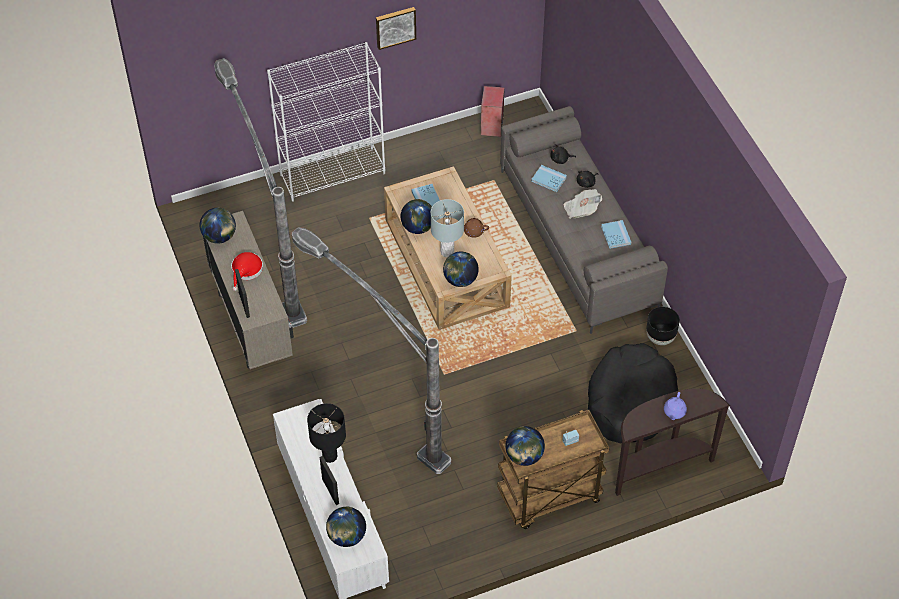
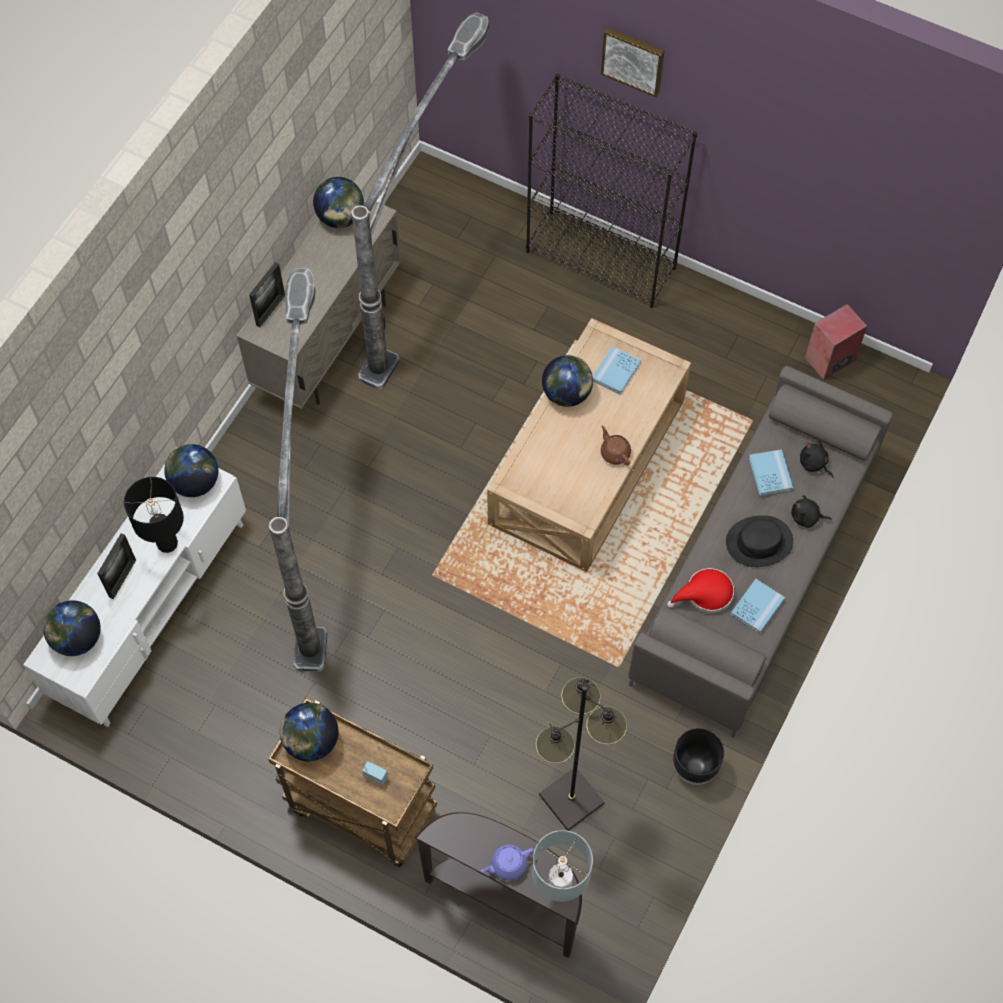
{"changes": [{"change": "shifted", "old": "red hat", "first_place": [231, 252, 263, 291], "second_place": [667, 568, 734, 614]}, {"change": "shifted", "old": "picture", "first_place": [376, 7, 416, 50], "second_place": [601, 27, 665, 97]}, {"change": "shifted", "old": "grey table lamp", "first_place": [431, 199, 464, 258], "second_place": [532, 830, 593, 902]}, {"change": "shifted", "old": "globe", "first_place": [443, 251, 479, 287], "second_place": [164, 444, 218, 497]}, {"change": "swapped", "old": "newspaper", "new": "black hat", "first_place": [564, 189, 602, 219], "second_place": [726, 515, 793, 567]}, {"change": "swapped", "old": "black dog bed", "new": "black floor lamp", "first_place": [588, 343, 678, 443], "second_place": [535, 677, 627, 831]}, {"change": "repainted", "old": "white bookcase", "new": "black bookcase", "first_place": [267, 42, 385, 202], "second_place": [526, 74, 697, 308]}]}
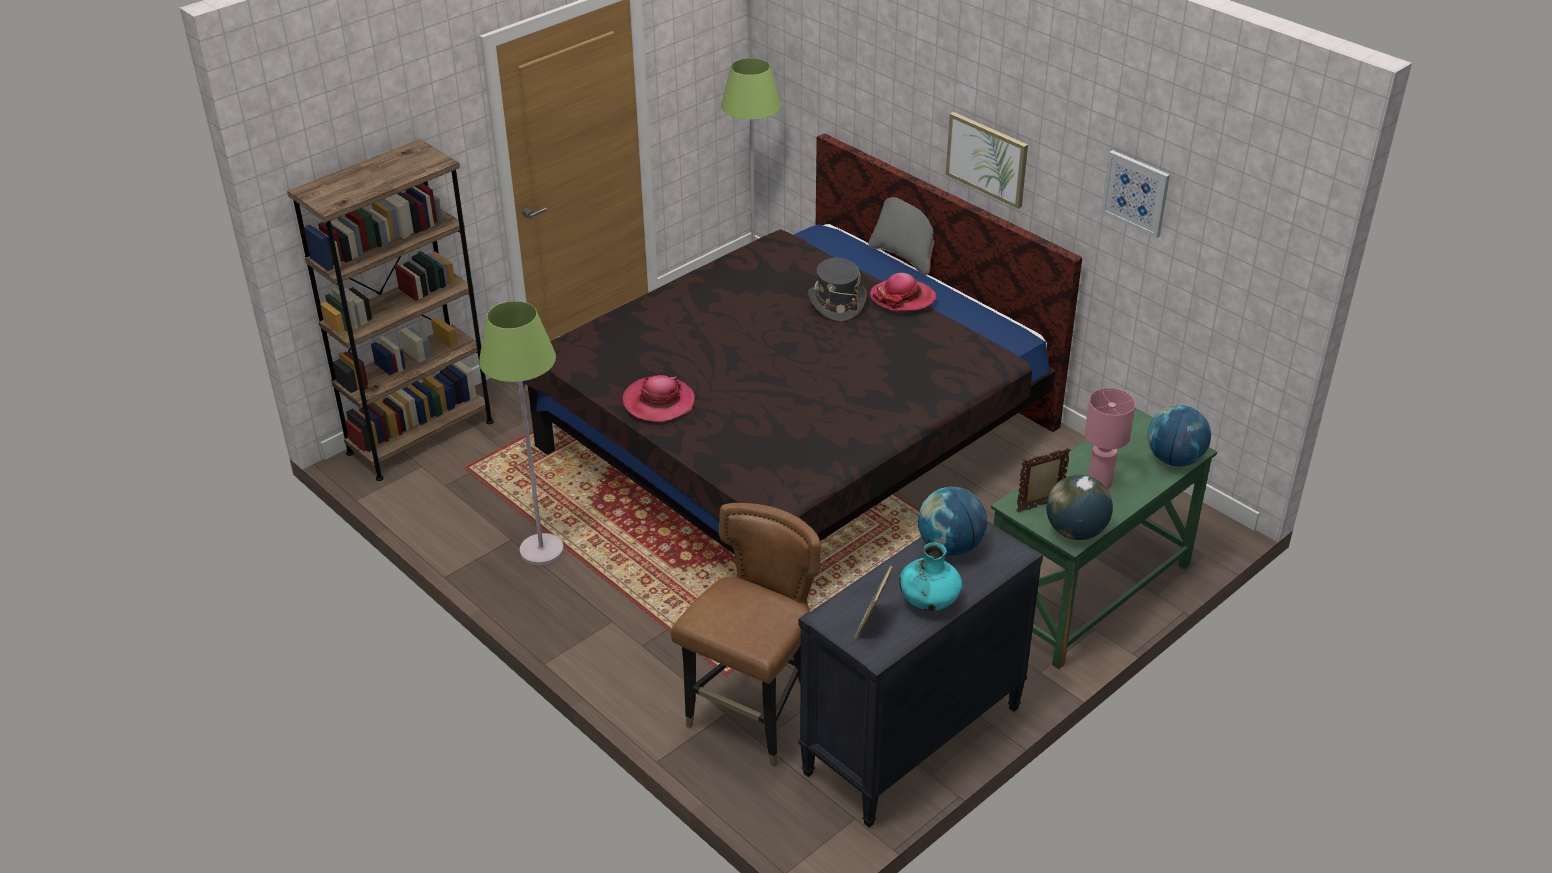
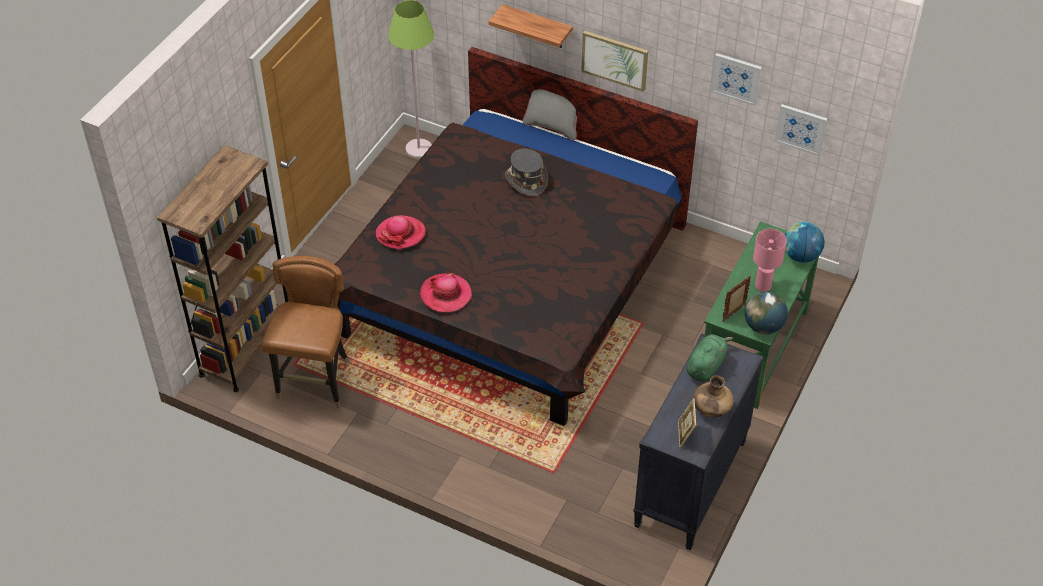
{"changes": [{"change": "gone", "old": "green floor lamp", "first_place": [479, 301, 564, 565]}, {"change": "new", "new": "shelf", "second_place": [489, 4, 573, 48]}, {"change": "new", "new": "picture", "second_place": [775, 104, 828, 156]}, {"change": "shifted", "old": "brown chair", "first_place": [671, 503, 821, 767], "second_place": [261, 256, 349, 408]}, {"change": "shifted", "old": "hat", "first_place": [869, 273, 936, 312], "second_place": [375, 215, 426, 250]}, {"change": "swapped", "old": "globe", "new": "green plush toy", "first_place": [918, 487, 987, 556], "second_place": [686, 335, 733, 382]}, {"change": "repainted", "old": "turquoise vase", "new": "brown vase", "first_place": [899, 542, 962, 611], "second_place": [693, 375, 734, 418]}]}
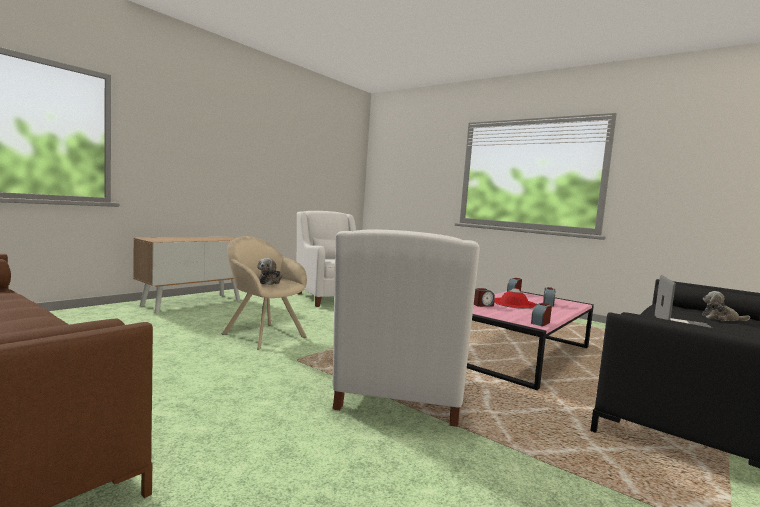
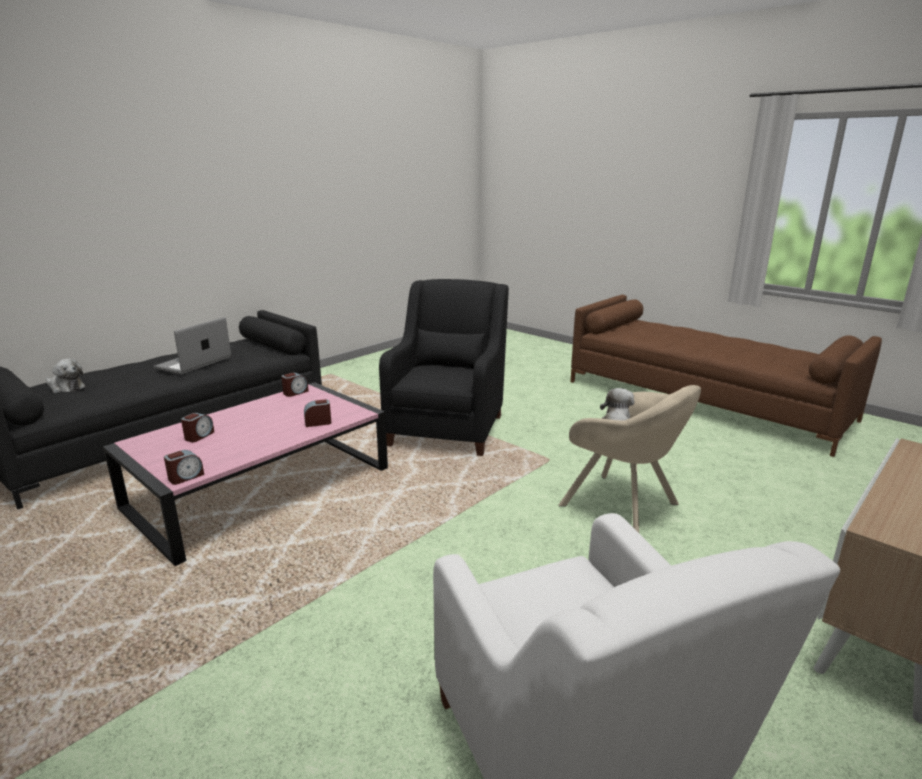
{"changes": [{"change": "gone", "old": "red hat", "first_place": [494, 288, 536, 309]}, {"change": "repainted", "old": "white armchair", "new": "black armchair", "first_place": [333, 229, 480, 427], "second_place": [379, 279, 509, 456]}]}
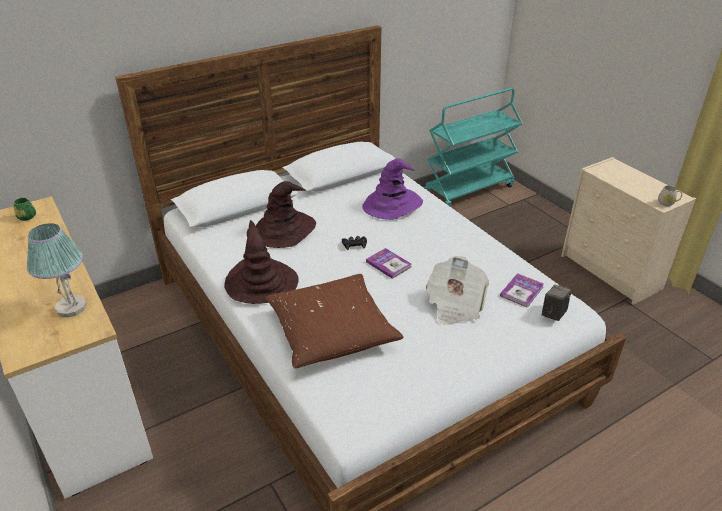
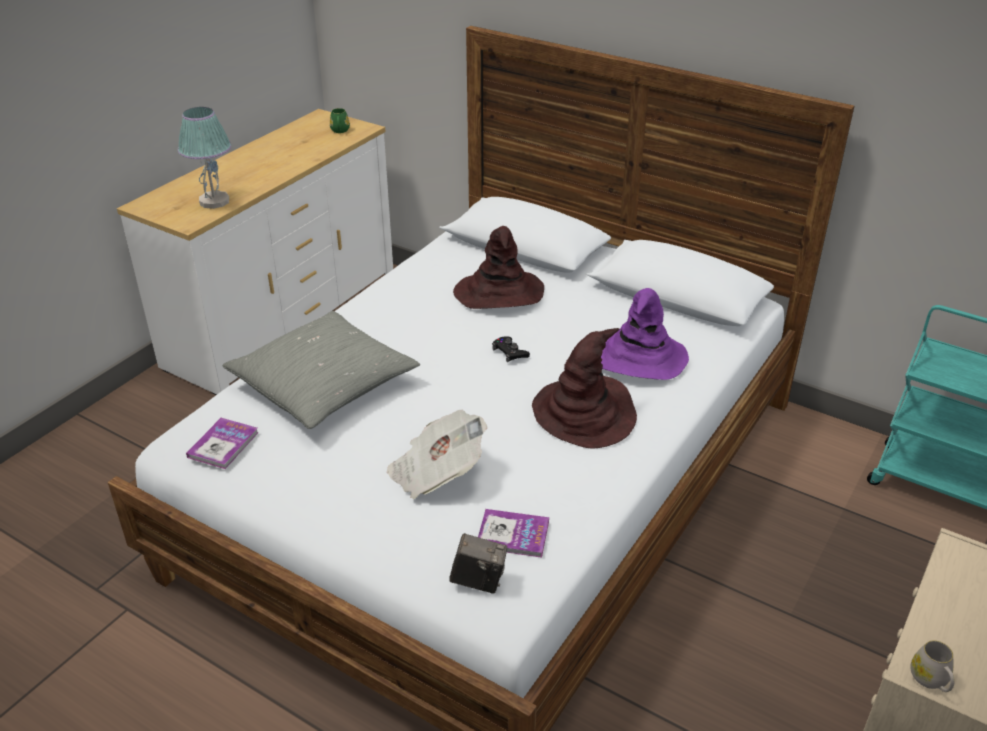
{"changes": [{"change": "shifted", "old": "brown hat", "first_place": [224, 220, 299, 304], "second_place": [532, 328, 637, 448]}, {"change": "shifted", "old": "book", "first_place": [366, 248, 411, 279], "second_place": [186, 418, 259, 469]}, {"change": "repainted", "old": "brown pillow", "new": "grey pillow", "first_place": [265, 274, 404, 368], "second_place": [222, 311, 420, 429]}]}
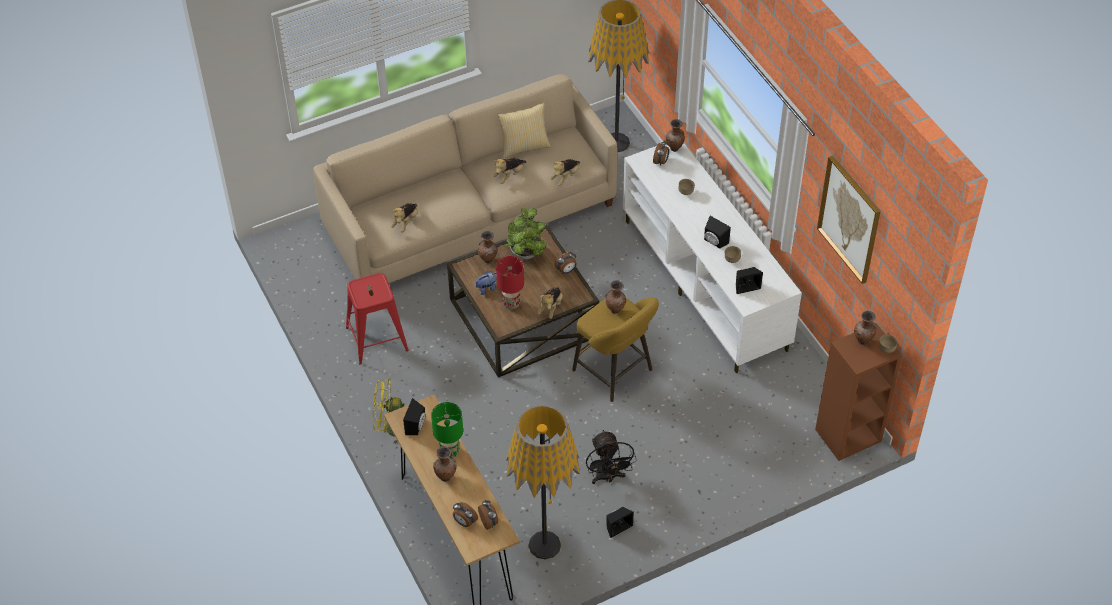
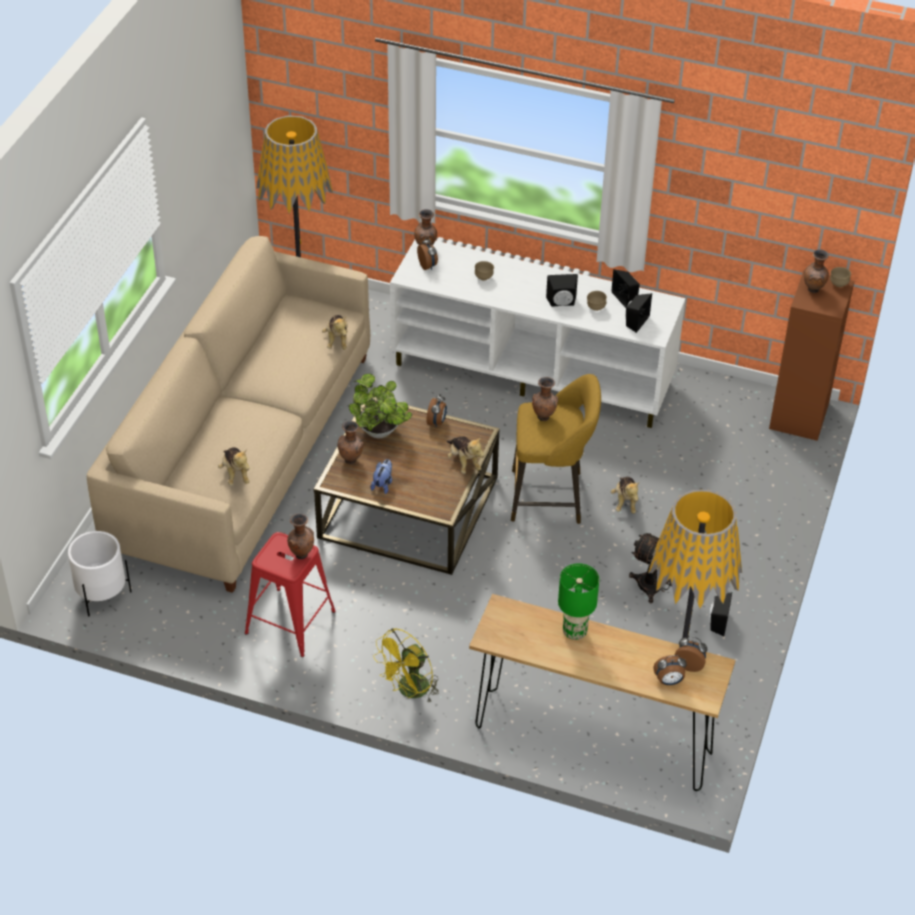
{"changes": [{"change": "gone", "old": "red table lamp", "first_place": [496, 256, 524, 310]}, {"change": "gone", "old": "pillow", "first_place": [497, 102, 551, 158]}, {"change": "gone", "old": "picture", "first_place": [817, 155, 881, 284]}, {"change": "new", "new": "white planter", "second_place": [68, 531, 132, 616]}, {"change": "shifted", "old": "black speaker", "first_place": [403, 398, 426, 435], "second_place": [611, 269, 640, 308]}, {"change": "shifted", "old": "brown vase", "first_place": [433, 447, 457, 482], "second_place": [287, 514, 314, 559]}, {"change": "shifted", "old": "plush toy", "first_place": [493, 158, 526, 184], "second_place": [611, 477, 640, 513]}]}
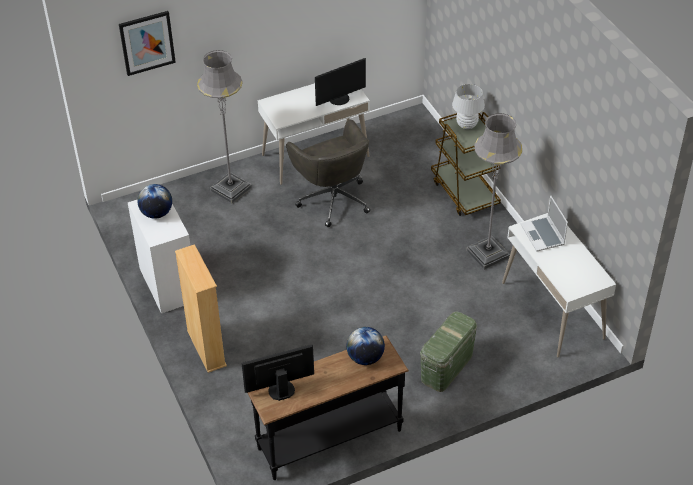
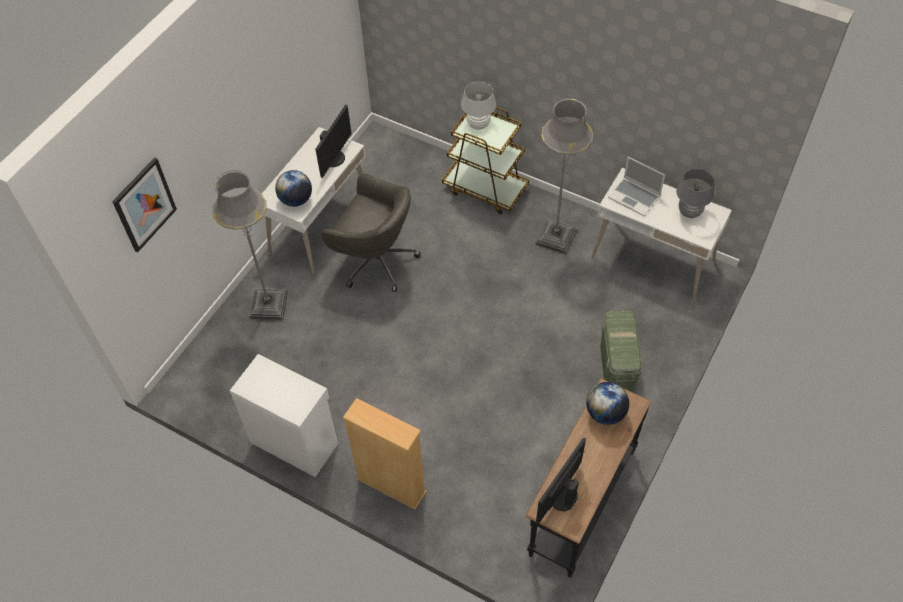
{"changes": [{"change": "new", "new": "grey table lamp", "second_place": [676, 169, 714, 218]}, {"change": "shifted", "old": "globe", "first_place": [137, 184, 172, 219], "second_place": [275, 170, 312, 207]}]}
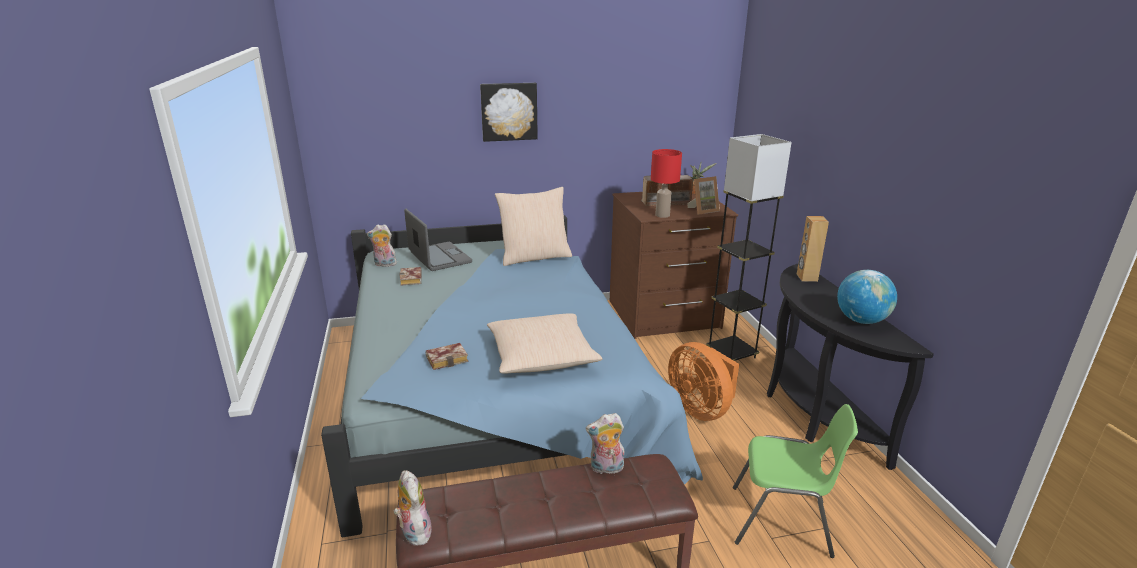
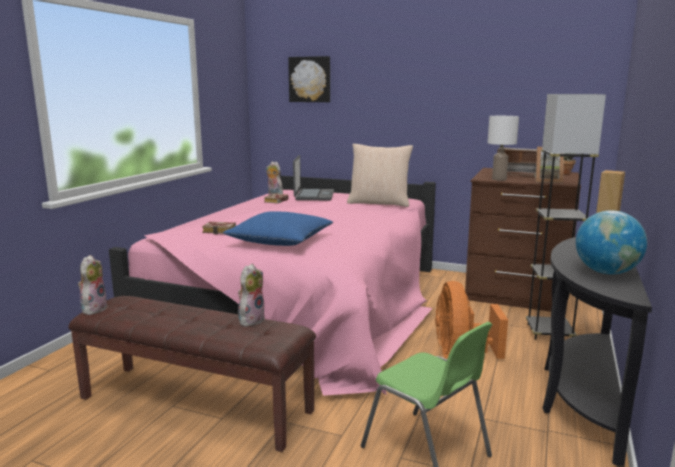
{"changes": [{"change": "shifted", "old": "picture", "first_place": [480, 83, 538, 142], "second_place": [288, 56, 330, 102]}, {"change": "repainted", "old": "blue bed", "new": "pink bed", "first_place": [321, 215, 703, 537], "second_place": [109, 173, 436, 396]}, {"change": "repainted", "old": "beige pillow", "new": "blue pillow", "first_place": [487, 313, 603, 373], "second_place": [223, 211, 333, 246]}, {"change": "repainted", "old": "red table lamp", "new": "white table lamp", "first_place": [651, 149, 682, 218], "second_place": [488, 116, 519, 181]}, {"change": "rotated", "old": "plush toy", "first_place": [586, 413, 624, 474], "second_place": [238, 264, 265, 327], "degrees": 90}]}
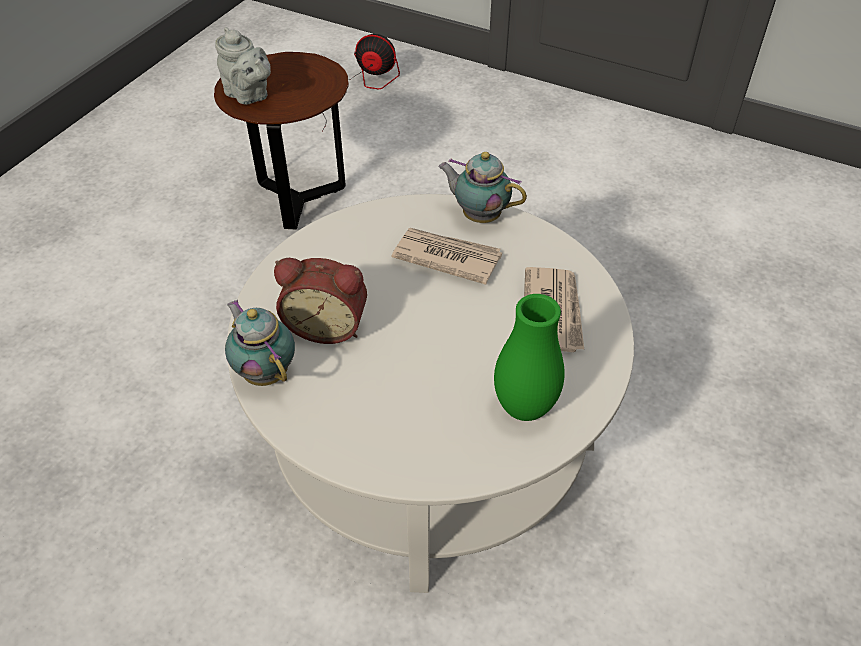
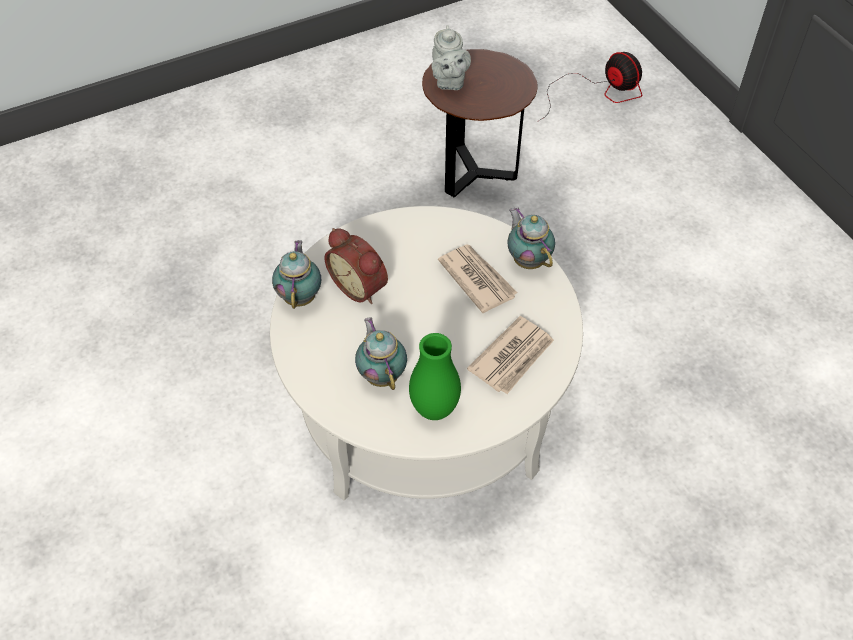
{"changes": [{"change": "new", "new": "teapot", "second_place": [355, 317, 407, 390]}]}
